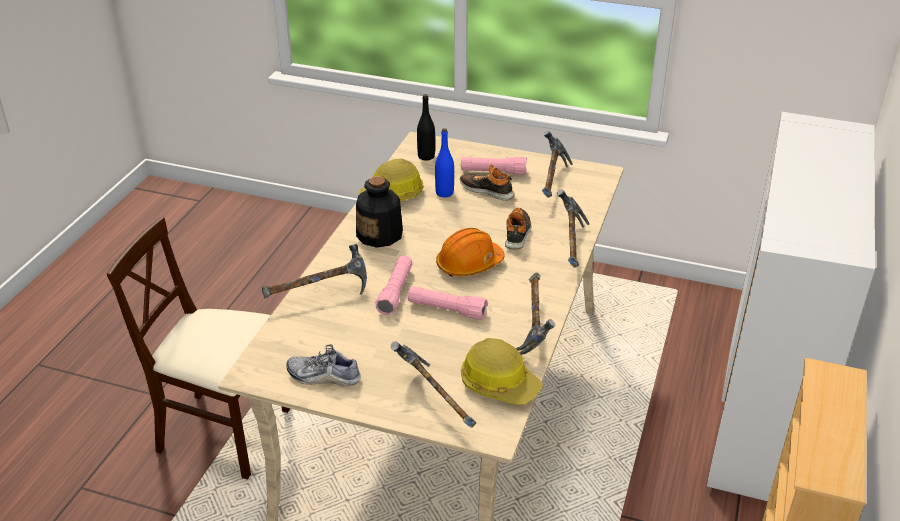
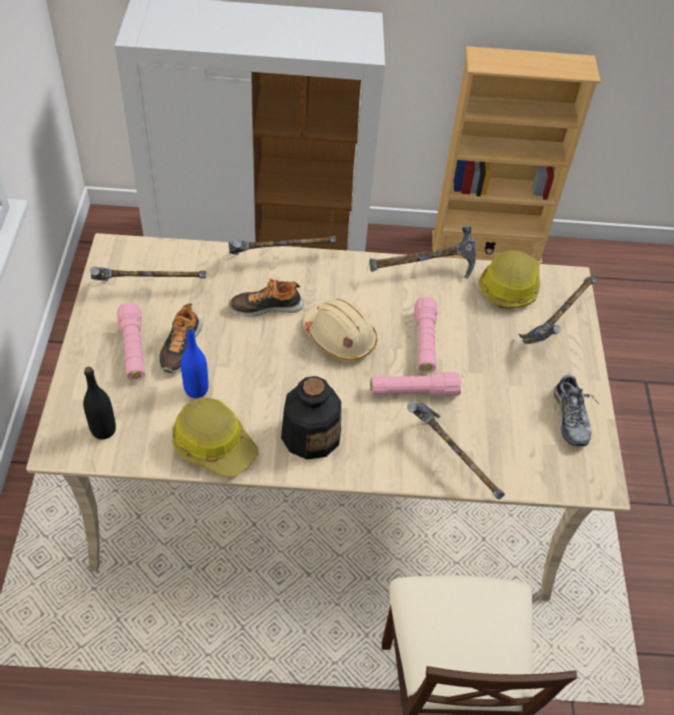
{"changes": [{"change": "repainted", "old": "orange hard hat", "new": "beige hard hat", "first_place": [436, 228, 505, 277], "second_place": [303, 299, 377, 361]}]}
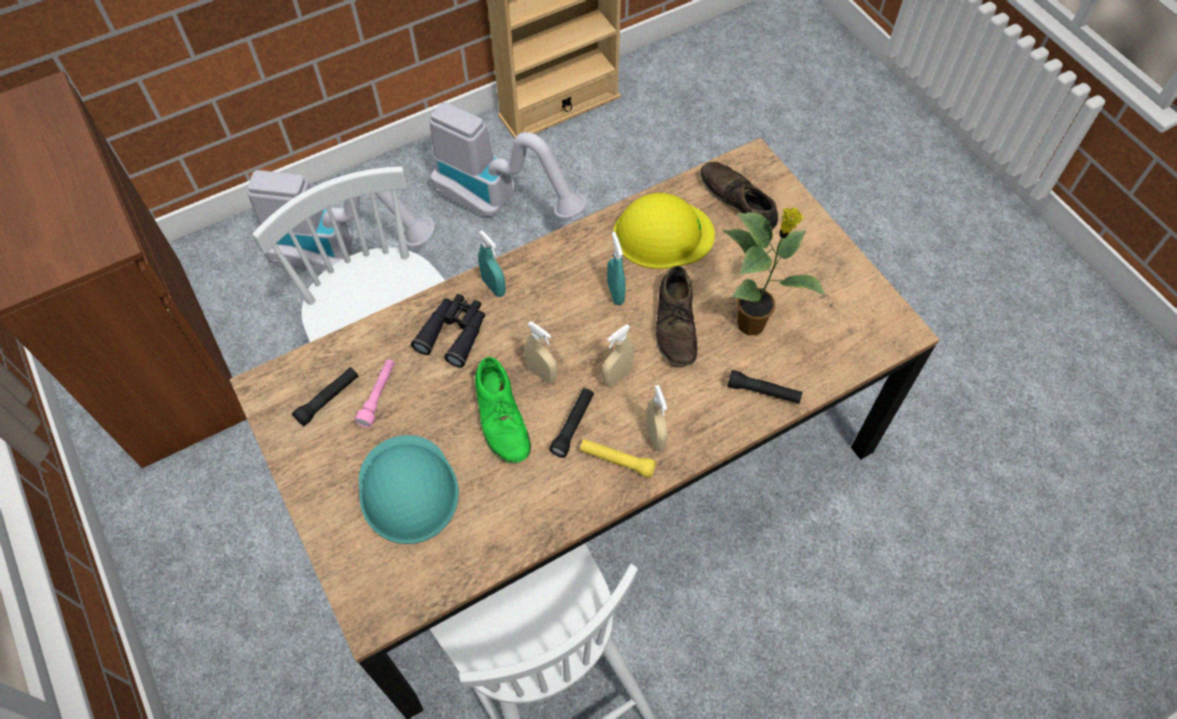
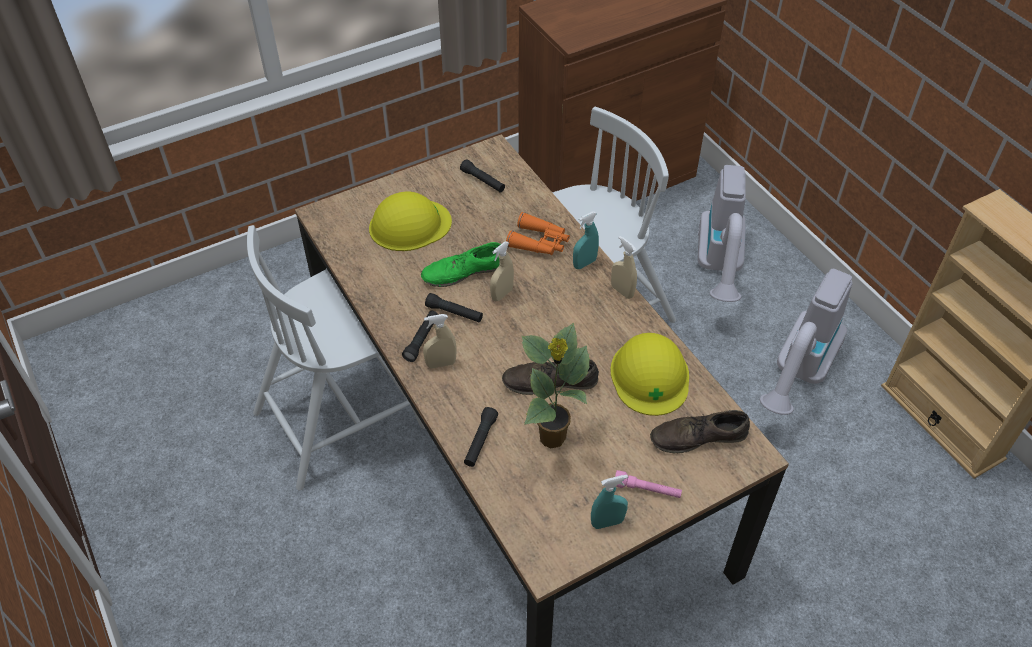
{"changes": [{"change": "shifted", "old": "pink flashlight", "first_place": [355, 359, 395, 428], "second_place": [615, 470, 682, 498]}, {"change": "shifted", "old": "beige spray bottle", "first_place": [602, 324, 634, 387], "second_place": [611, 236, 637, 299]}, {"change": "shifted", "old": "turquoise spray bottle", "first_place": [607, 232, 626, 305], "second_place": [591, 475, 628, 529]}, {"change": "repainted", "old": "turquoise hard hat", "new": "yellow hard hat", "first_place": [359, 435, 459, 544], "second_place": [369, 192, 452, 251]}, {"change": "repainted", "old": "black binoculars", "new": "orange binoculars", "first_place": [411, 294, 485, 368], "second_place": [506, 212, 570, 255]}, {"change": "repainted", "old": "yellow flashlight", "new": "black flashlight", "first_place": [580, 439, 656, 479], "second_place": [402, 311, 438, 362]}, {"change": "rotated", "old": "brown shoe", "first_place": [700, 162, 778, 229], "second_place": [650, 410, 750, 453], "degrees": -150}]}
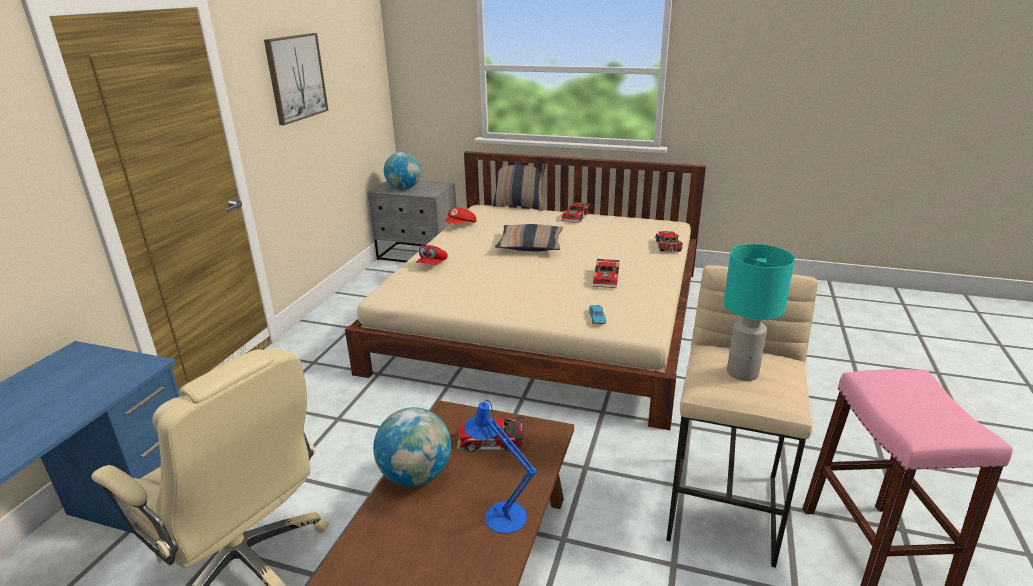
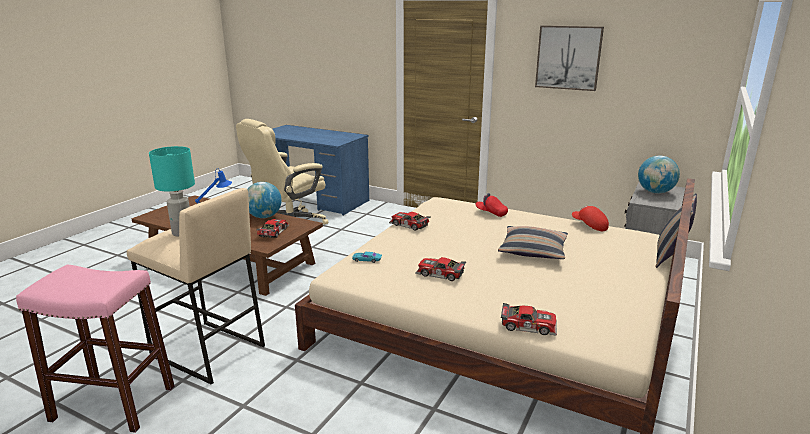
{"changes": [{"change": "shifted", "old": "toy car", "first_place": [561, 202, 590, 223], "second_place": [389, 212, 430, 231]}]}
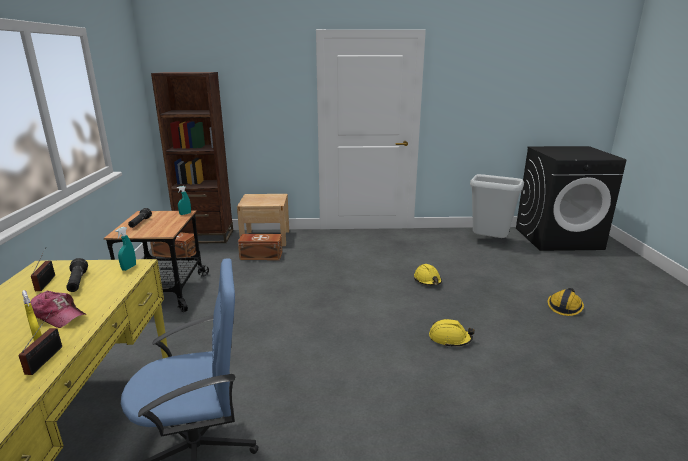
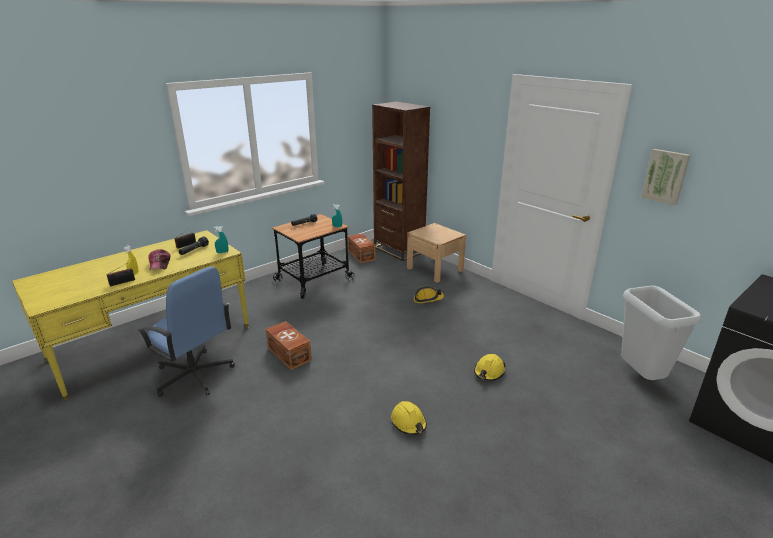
{"changes": [{"change": "new", "new": "picture", "second_place": [641, 149, 690, 205]}, {"change": "shifted", "old": "brown storage box", "first_place": [238, 234, 282, 260], "second_place": [265, 321, 312, 370]}, {"change": "shifted", "old": "hard hat", "first_place": [548, 288, 584, 316], "second_place": [414, 286, 444, 303]}]}
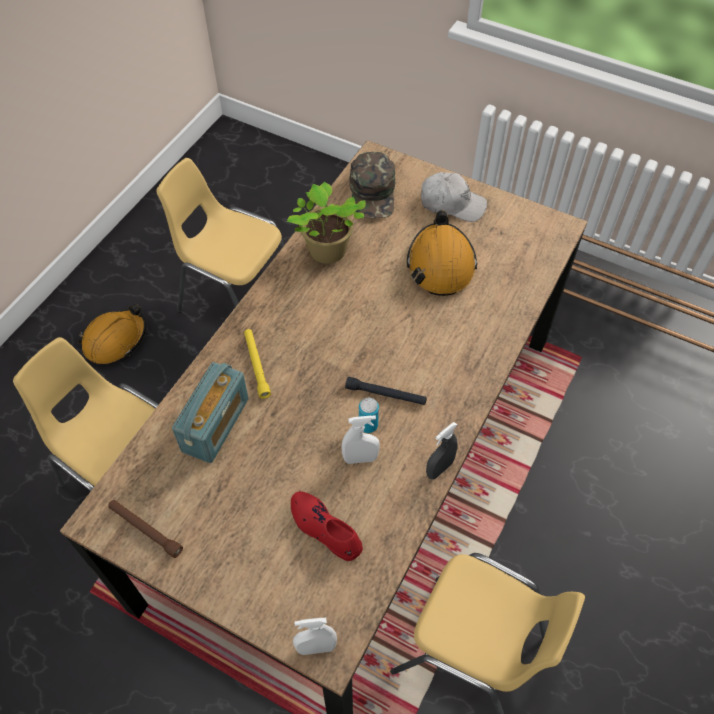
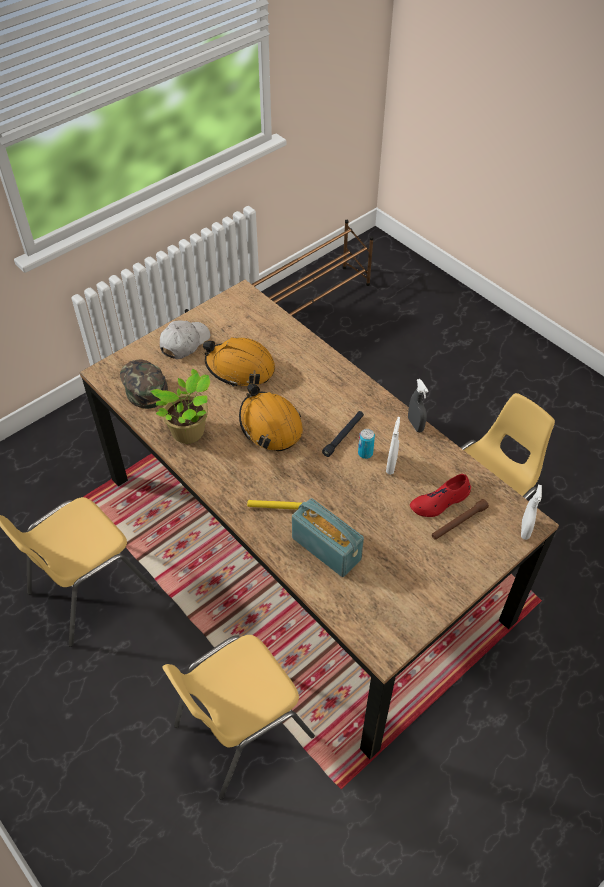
{"changes": [{"change": "shifted", "old": "orange hard hat", "first_place": [78, 304, 146, 364], "second_place": [239, 383, 303, 452]}, {"change": "shifted", "old": "brown flashlight", "first_place": [108, 500, 183, 558], "second_place": [432, 499, 489, 540]}, {"change": "rotated", "old": "green cap", "first_place": [349, 152, 395, 218], "second_place": [120, 359, 168, 409], "degrees": -135}]}
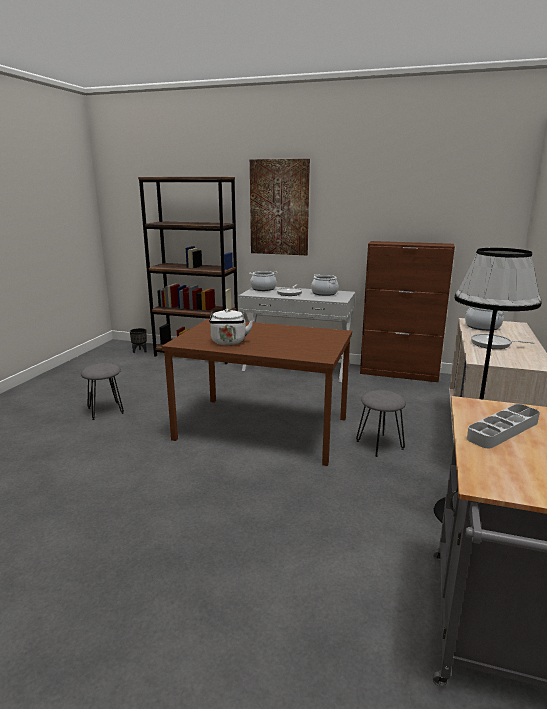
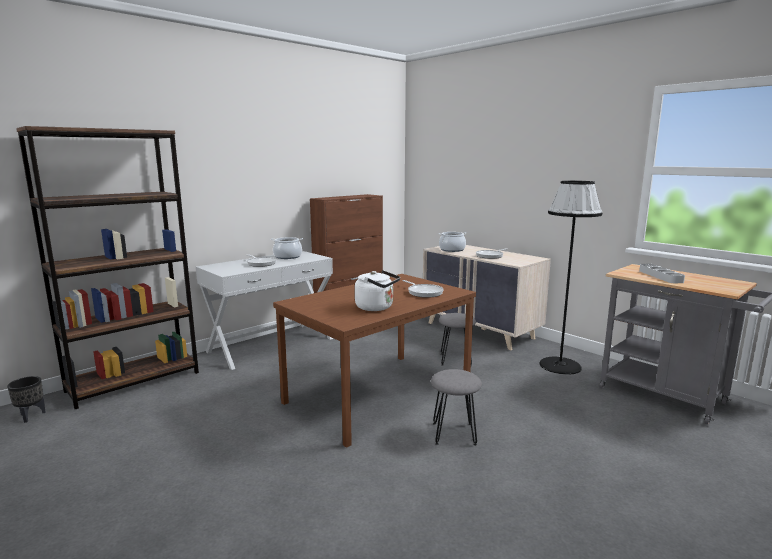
{"changes": [{"change": "gone", "old": "cooking pot", "first_place": [249, 271, 278, 291]}, {"change": "gone", "old": "picture", "first_place": [250, 159, 310, 255]}, {"change": "new", "new": "frying pan", "second_place": [402, 280, 444, 298]}, {"change": "shifted", "old": "grey stool", "first_place": [81, 363, 124, 420], "second_place": [431, 369, 482, 446]}]}
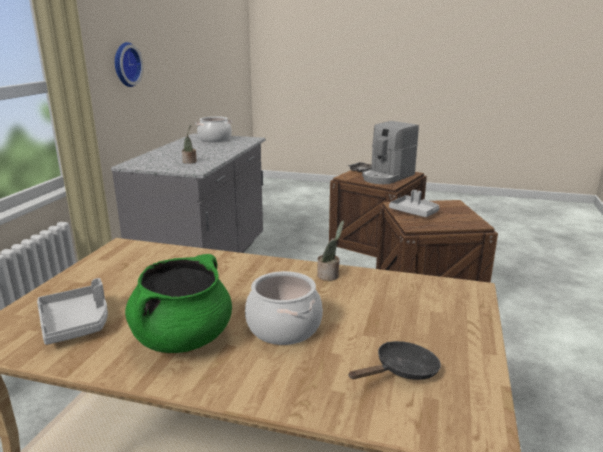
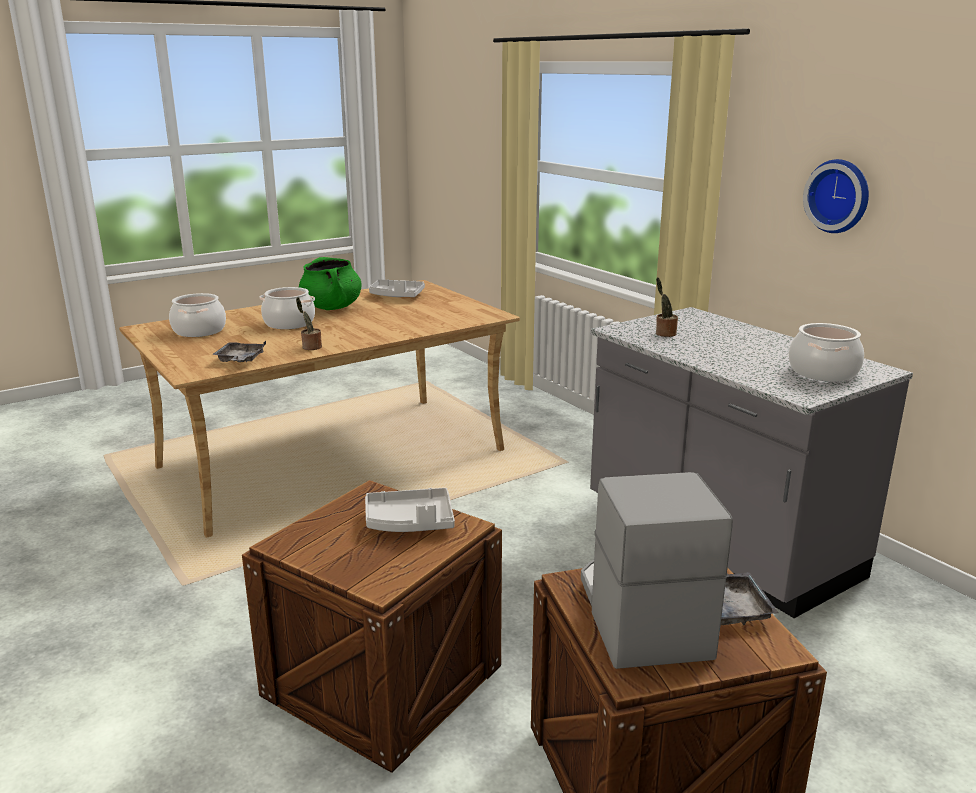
{"changes": [{"change": "new", "new": "grey tray", "second_place": [212, 341, 266, 362]}, {"change": "swapped", "old": "black frying pan", "new": "cooking pot", "first_place": [348, 341, 441, 380], "second_place": [169, 293, 226, 337]}]}
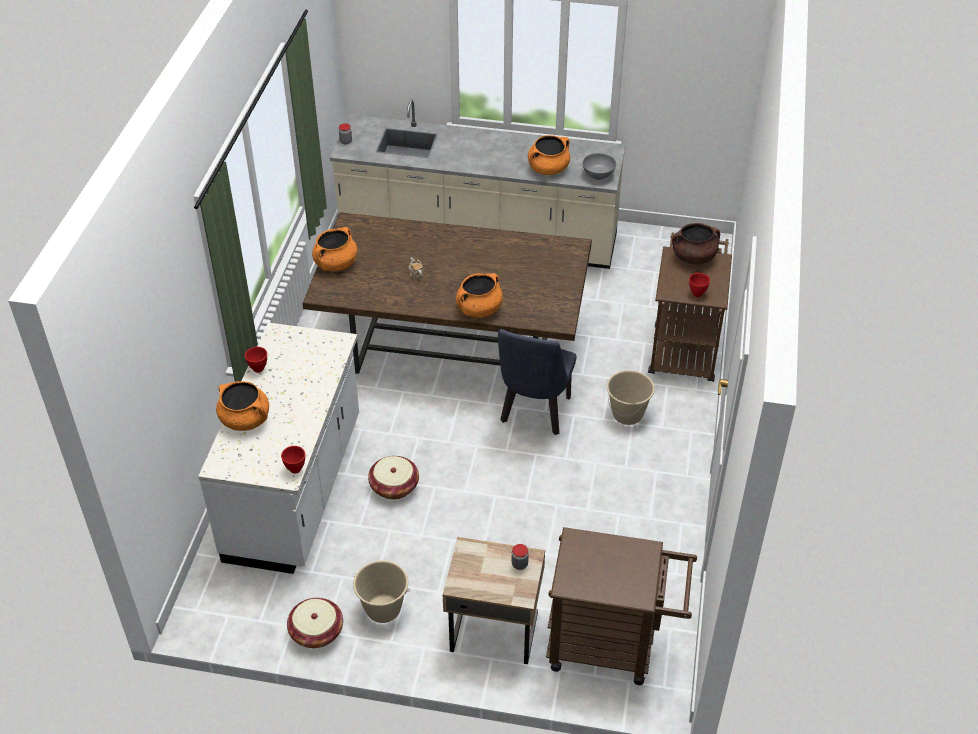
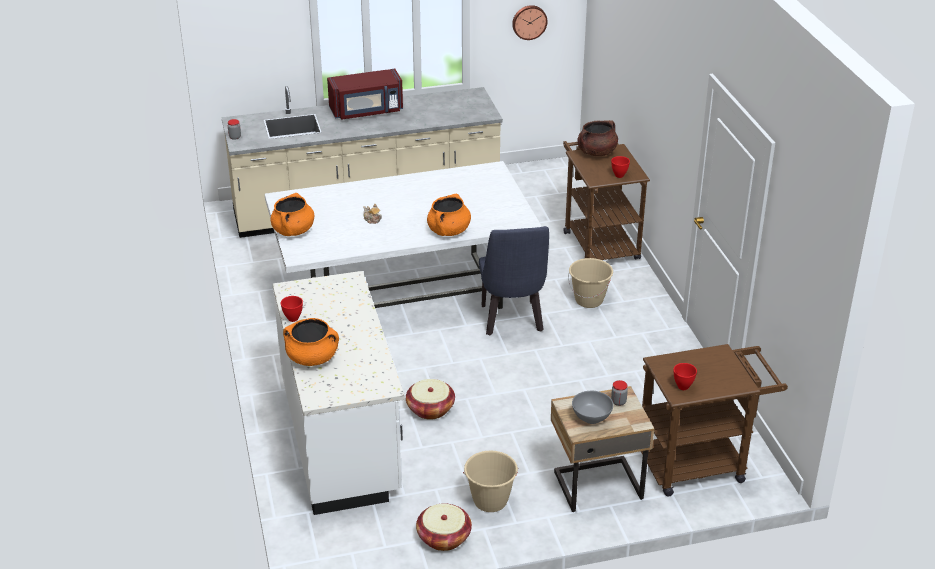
{"changes": [{"change": "gone", "old": "orange cooking pot", "first_place": [528, 135, 570, 175]}, {"change": "new", "new": "red microwave", "second_place": [327, 68, 403, 119]}, {"change": "new", "new": "wall clock", "second_place": [512, 5, 548, 40]}, {"change": "shifted", "old": "red bowl", "first_place": [281, 446, 305, 474], "second_place": [673, 363, 697, 390]}, {"change": "shifted", "old": "grey bowl", "first_place": [582, 153, 616, 180], "second_place": [572, 391, 614, 424]}, {"change": "repainted", "old": "brown dining table", "new": "white dining table", "first_place": [303, 212, 592, 374], "second_place": [265, 161, 542, 309]}]}
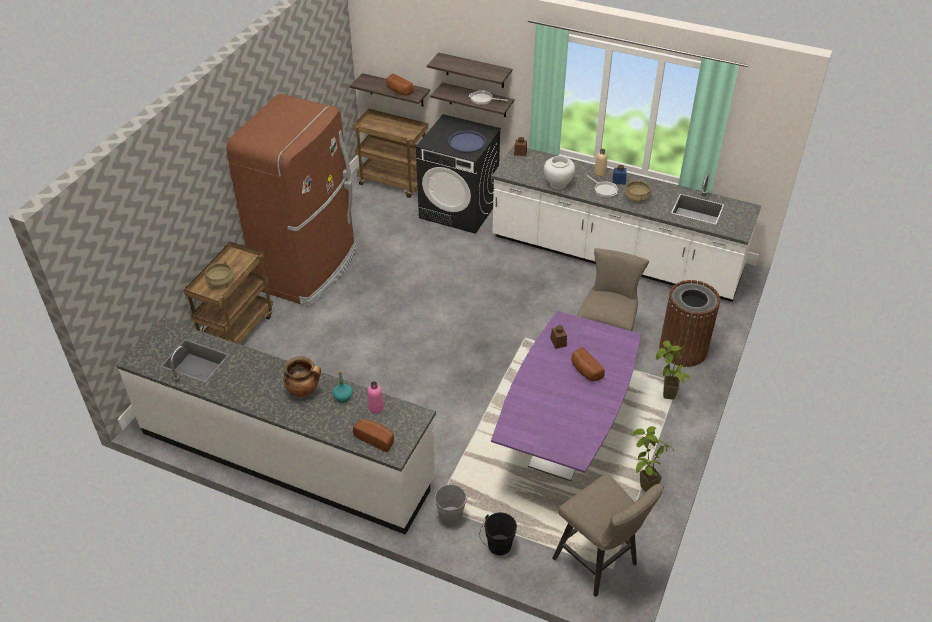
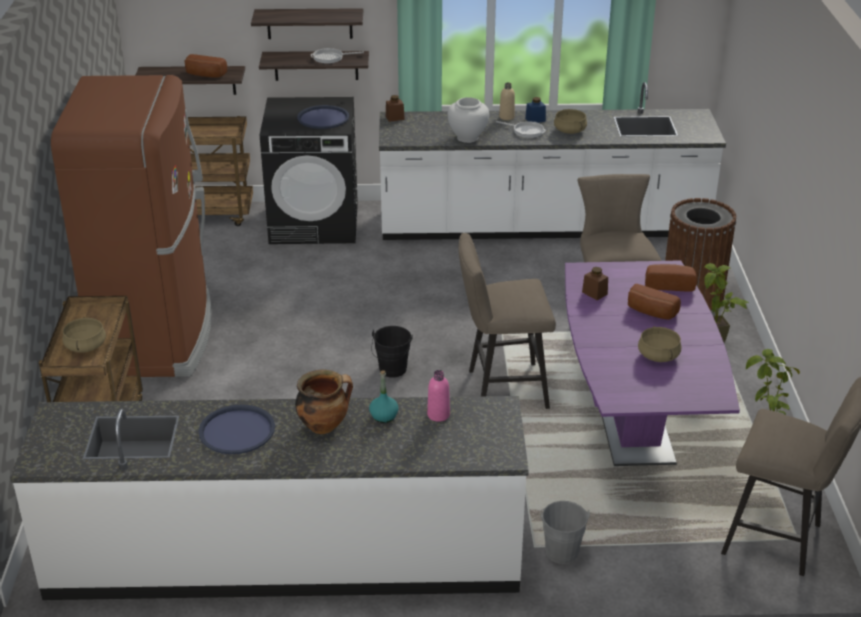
{"changes": [{"change": "new", "new": "blue tray", "second_place": [198, 405, 275, 454]}, {"change": "new", "new": "beige stool", "second_place": [458, 233, 556, 409]}, {"change": "new", "new": "beige cooking pot", "second_place": [638, 326, 682, 362]}, {"change": "shifted", "old": "bread", "first_place": [353, 419, 394, 452], "second_place": [645, 264, 697, 292]}, {"change": "shifted", "old": "black bucket", "first_place": [480, 512, 517, 555], "second_place": [371, 326, 413, 378]}]}
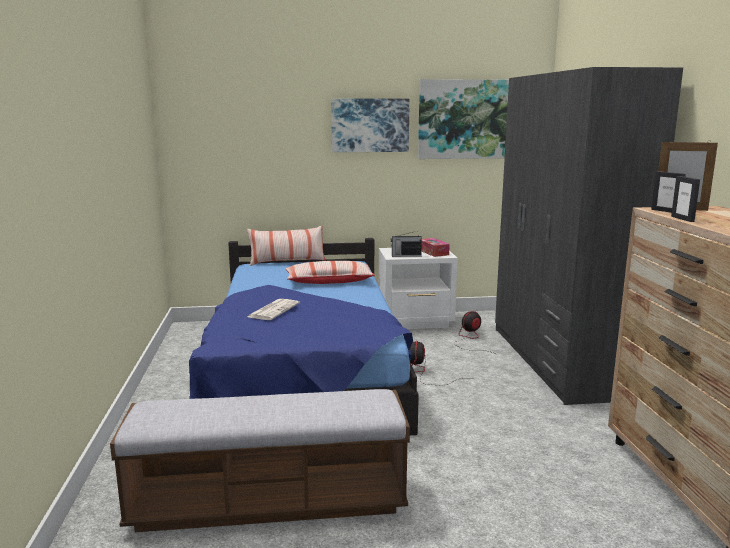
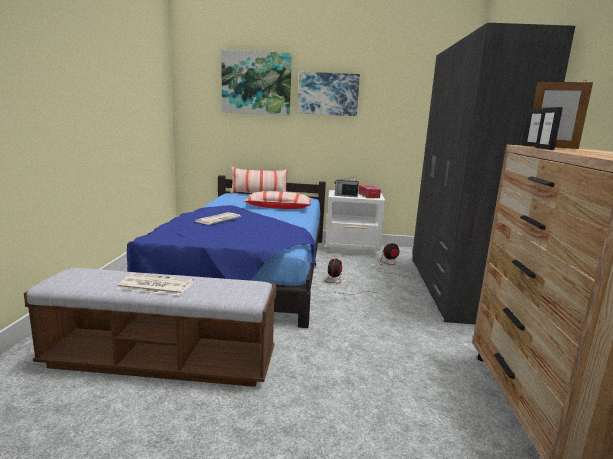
{"changes": [{"change": "new", "new": "newspaper", "second_place": [116, 273, 194, 296]}, {"change": "shifted", "old": "picture", "first_place": [418, 79, 509, 159], "second_place": [222, 50, 292, 116]}]}
